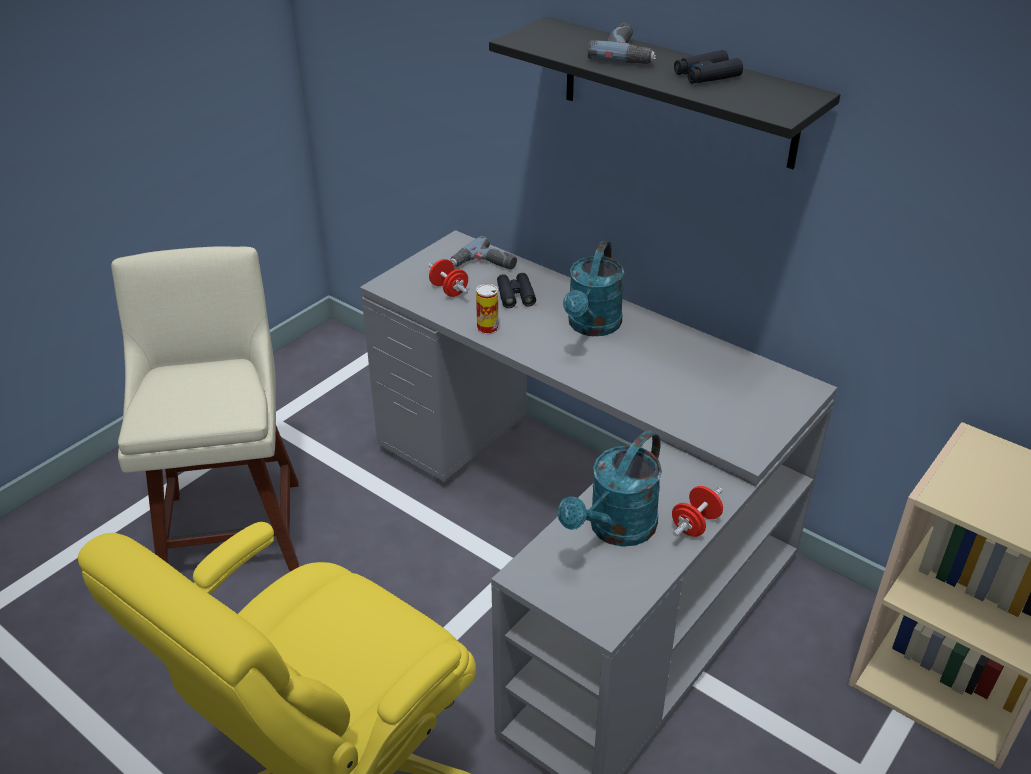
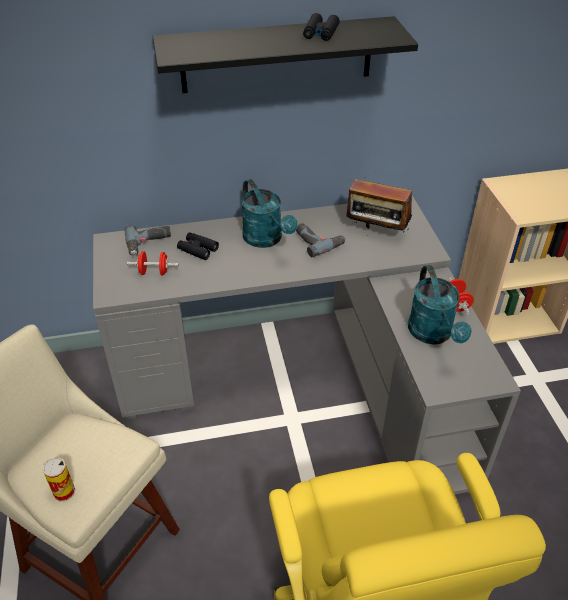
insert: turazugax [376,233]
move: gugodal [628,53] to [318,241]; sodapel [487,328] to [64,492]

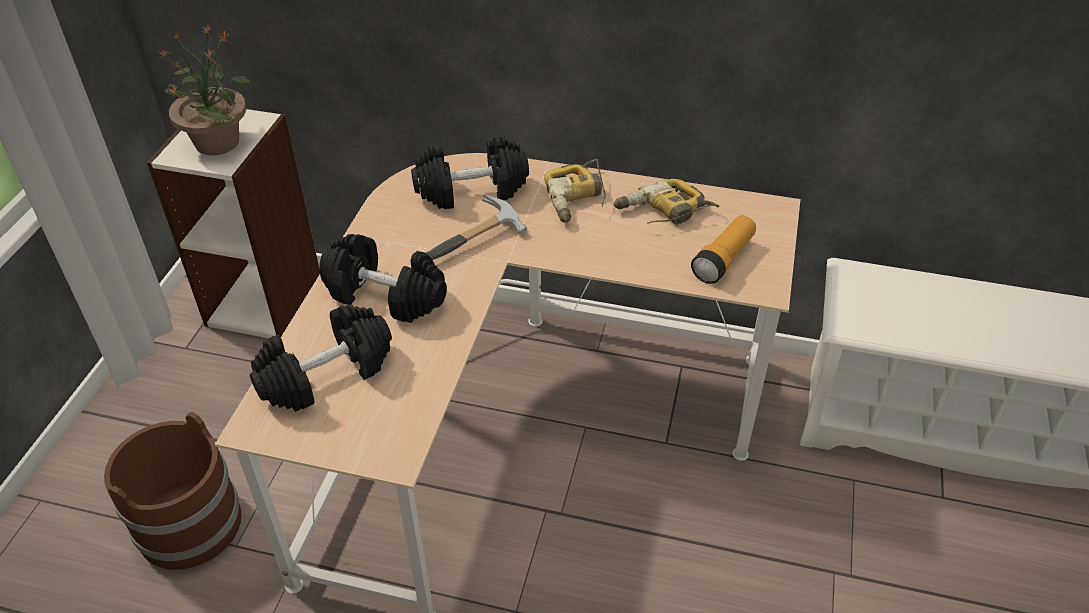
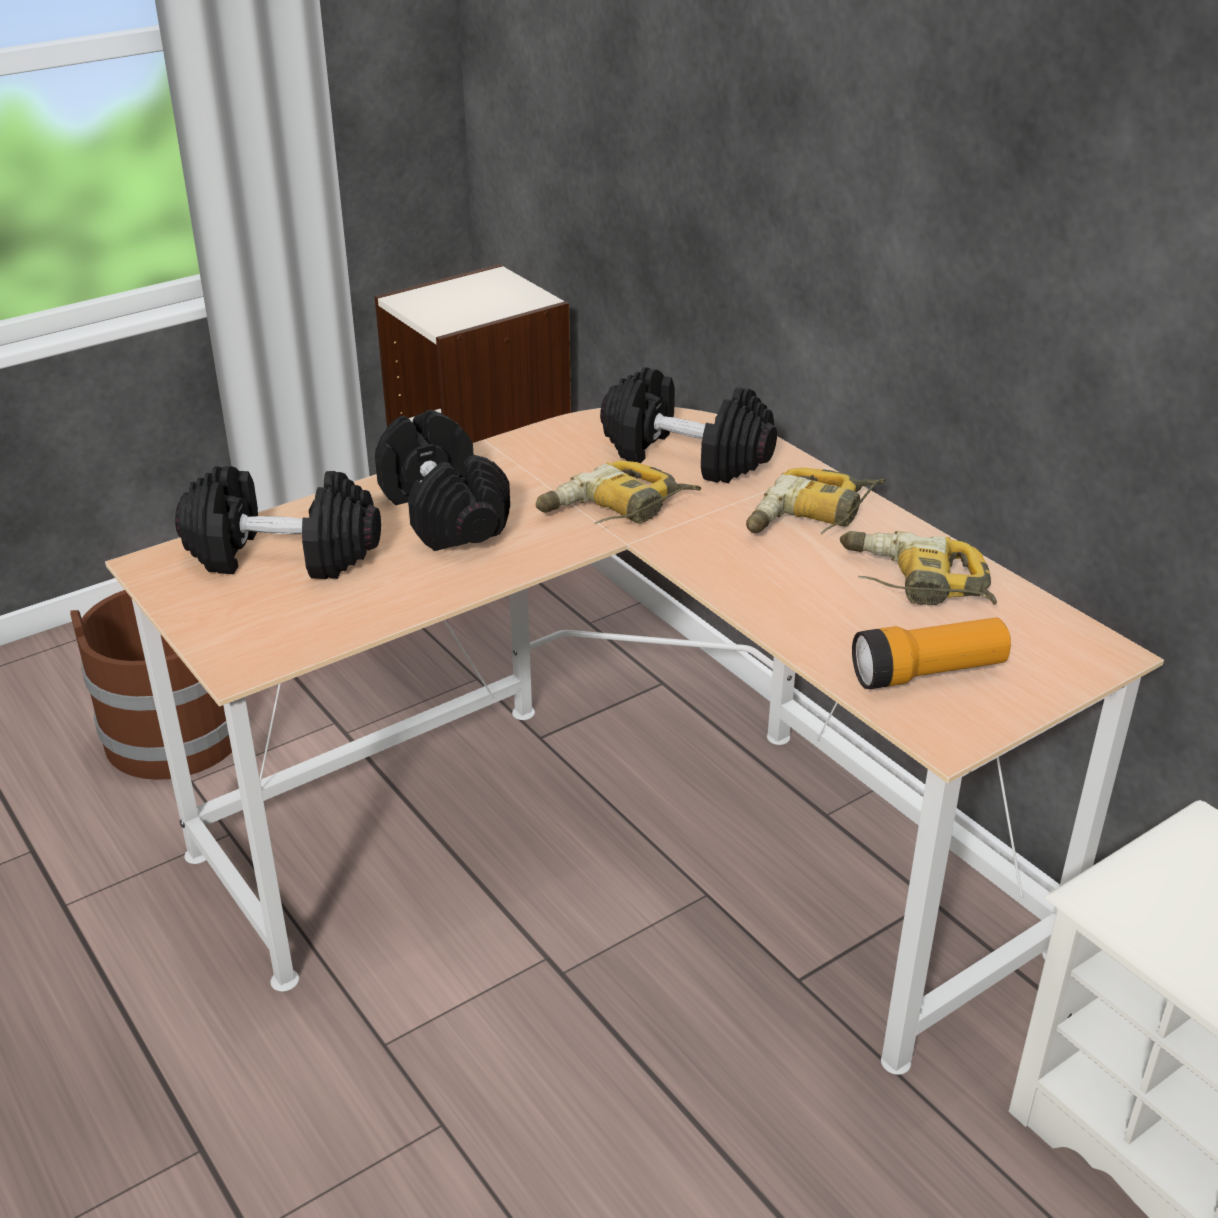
delete: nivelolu [218,141]
replace: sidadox [476,244] to gugodal [615,511]

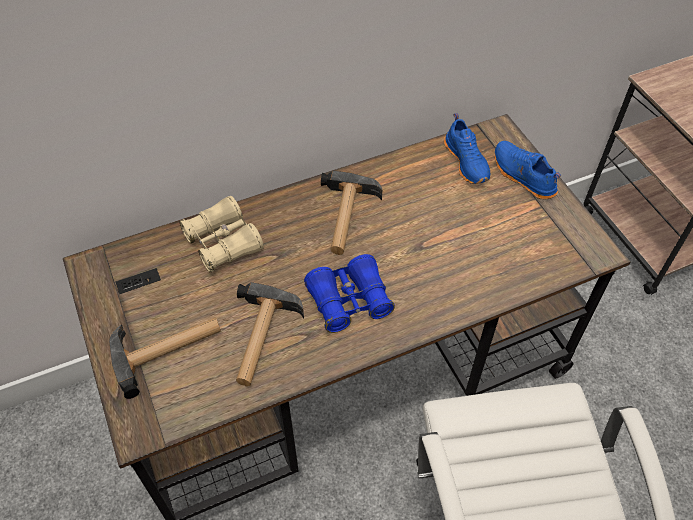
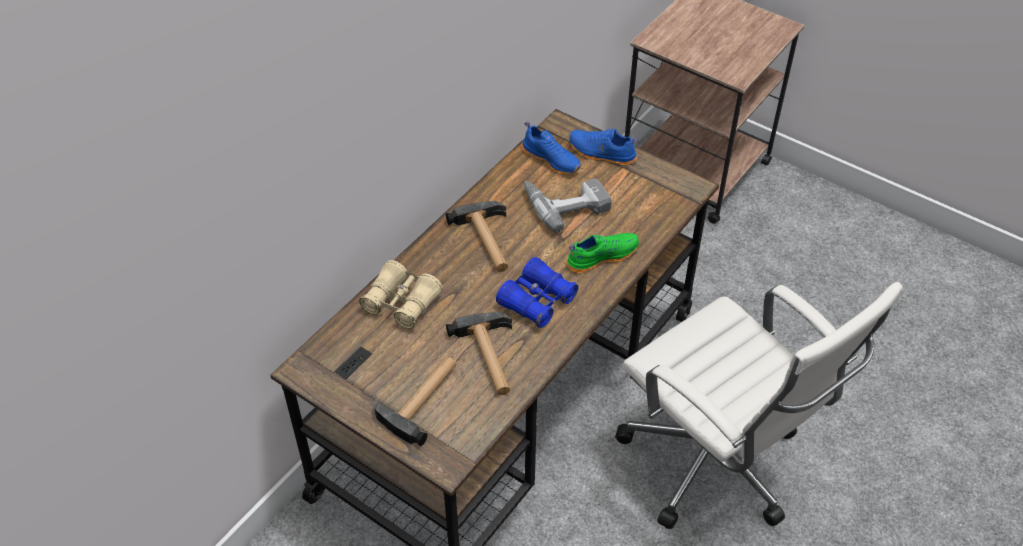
insert: gugodal [565,203]; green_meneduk [601,256]

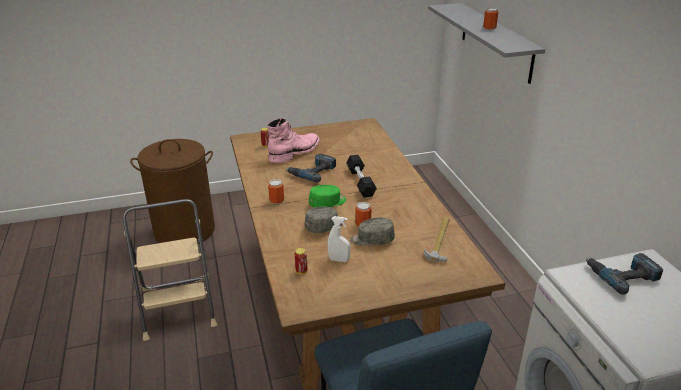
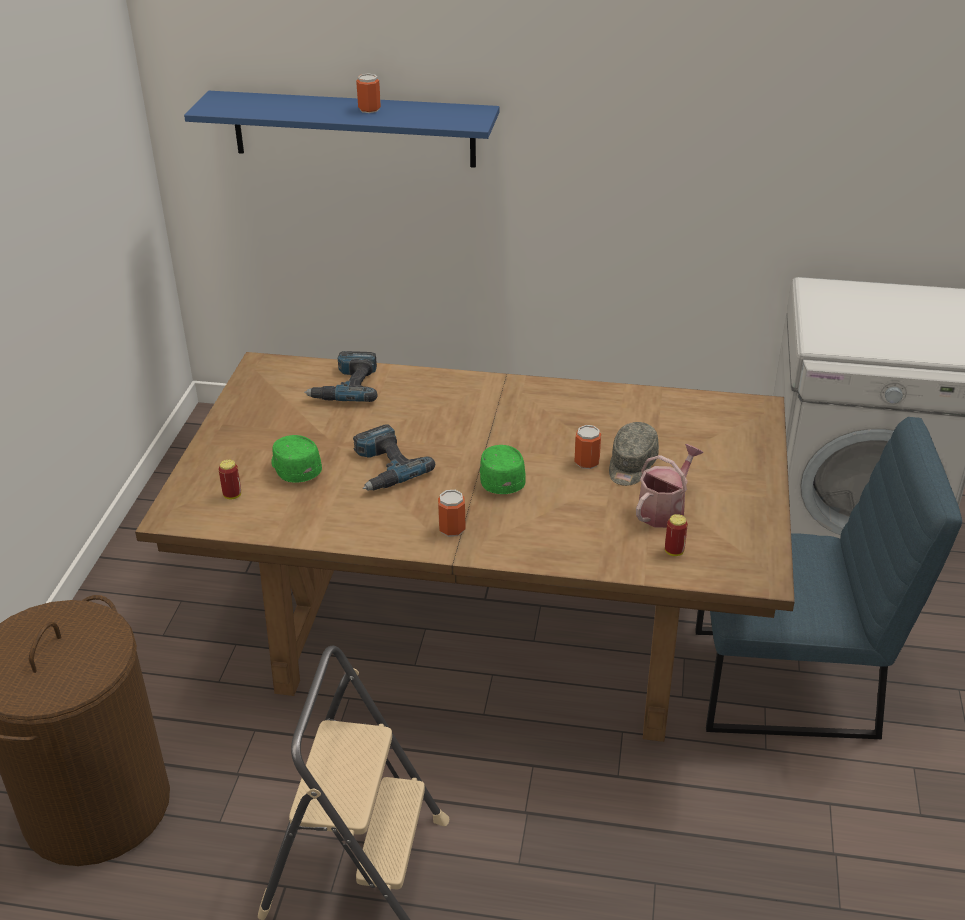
delete: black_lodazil [360,182]; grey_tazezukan [324,226]; sidadox [440,241]
move: gugodal [622,275] to [346,385]
replace: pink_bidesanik [295,152] to green_tazezukan [295,468]; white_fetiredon [339,260] to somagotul [664,509]
recolor: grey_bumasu [496,41] to blue_bumasu [353,129]

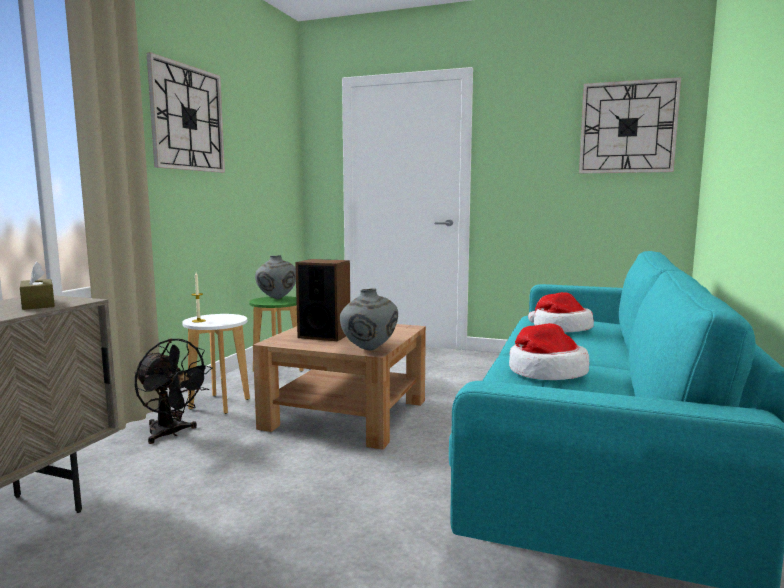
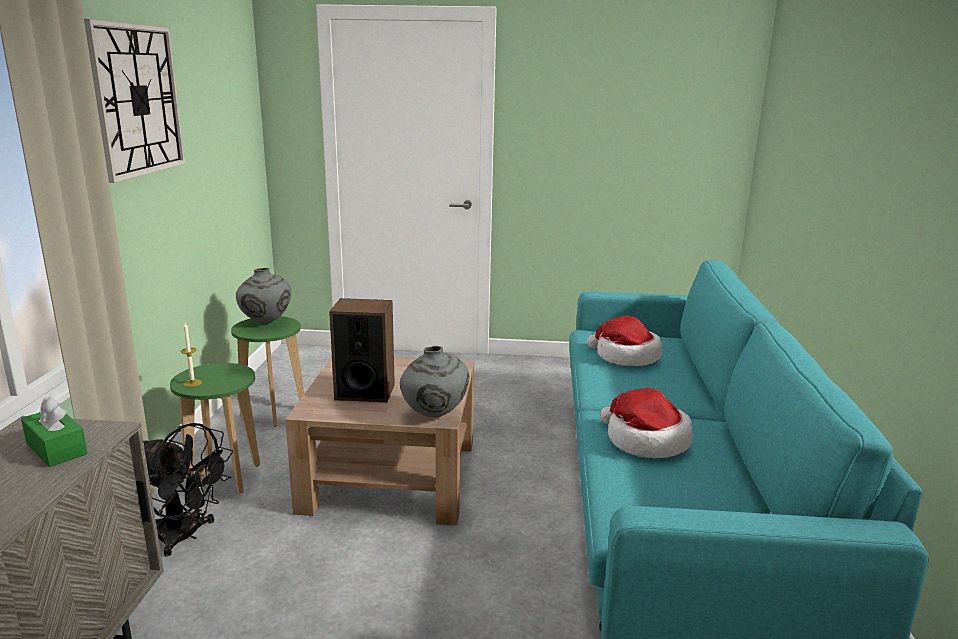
delete: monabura [627,127]
recolor: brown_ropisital [38,304] to green_ropisital [56,448]; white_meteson [219,404] to green_meteson [224,477]

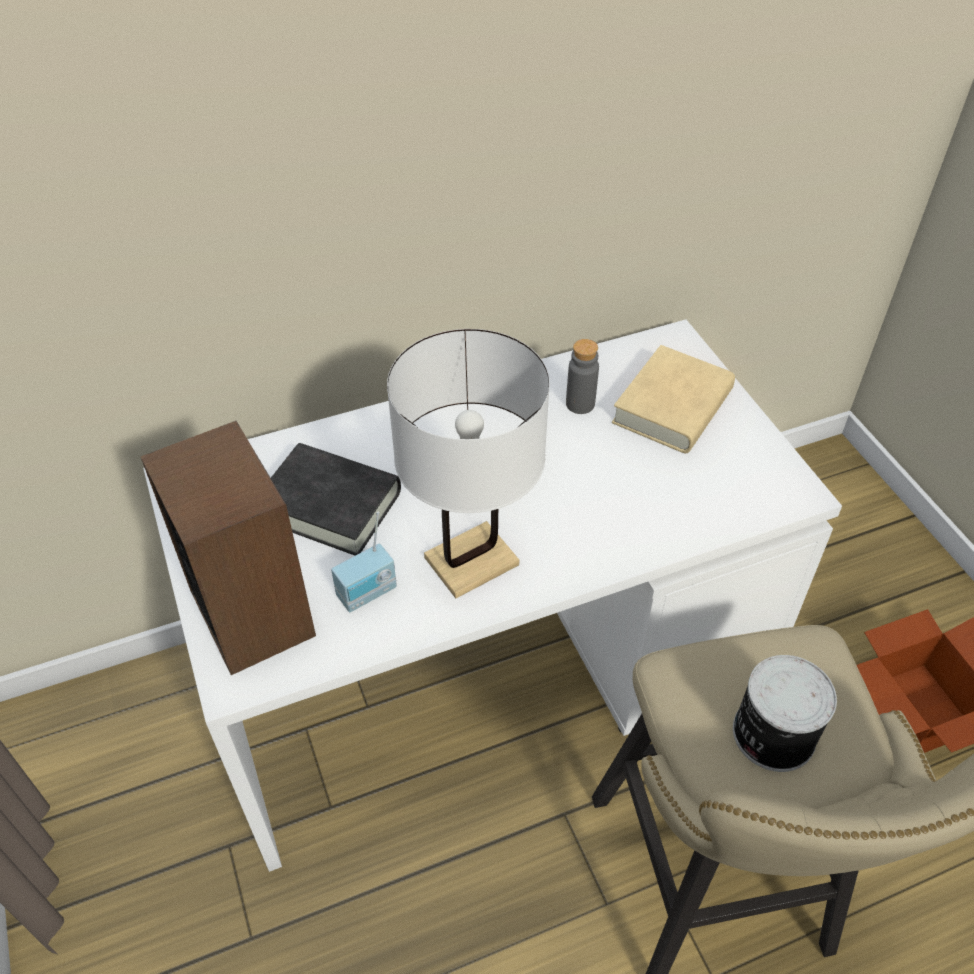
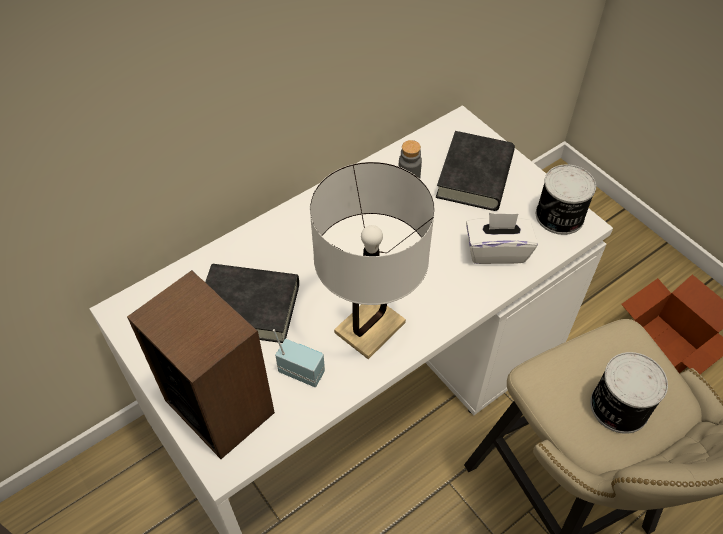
insert: sodapel [559,217]; white_ropisital [496,251]
recolor: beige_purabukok [672,407] to black_purabukok [475,176]
rotate: turazugax [368,594] = [302,370] 105 degrees counterclockwise

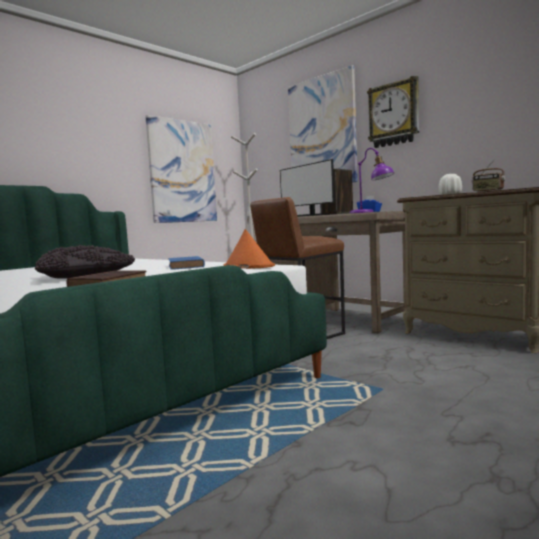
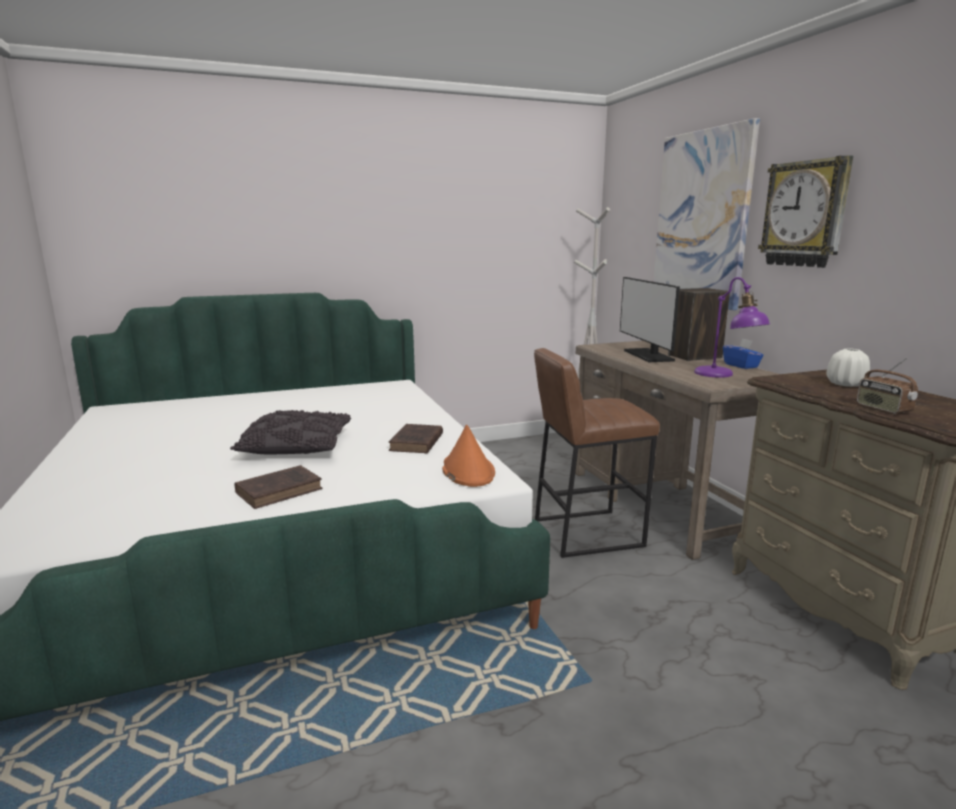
delete: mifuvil [182,171]
recolor: blue_purabukok [186,266] to brown_purabukok [416,443]

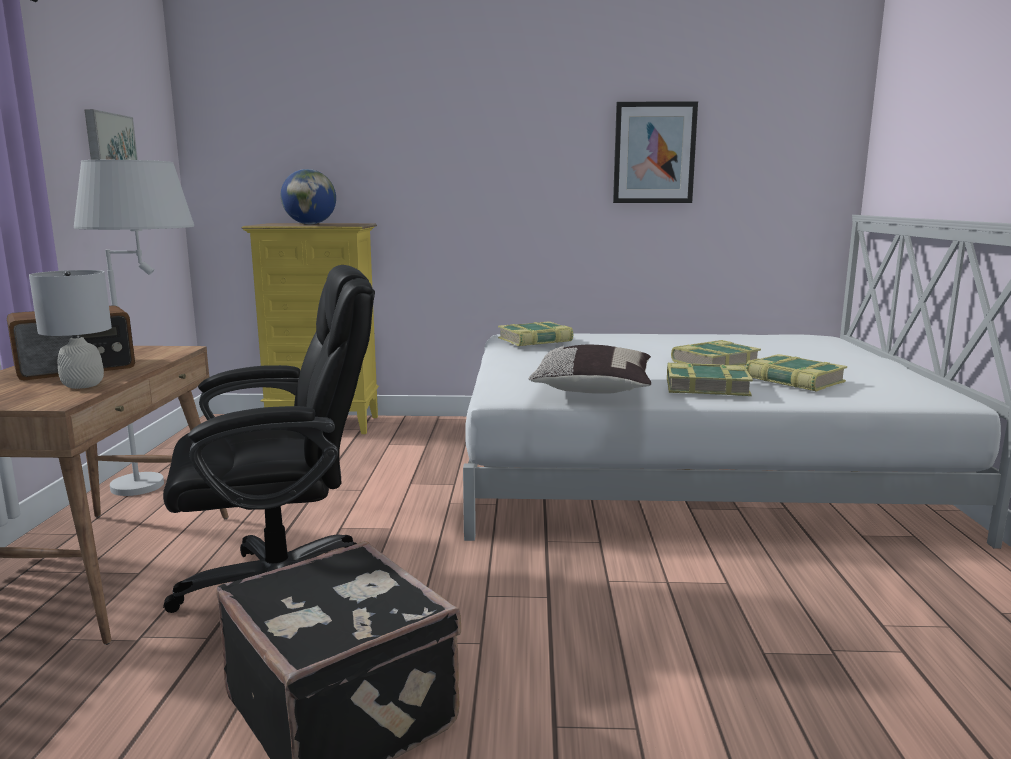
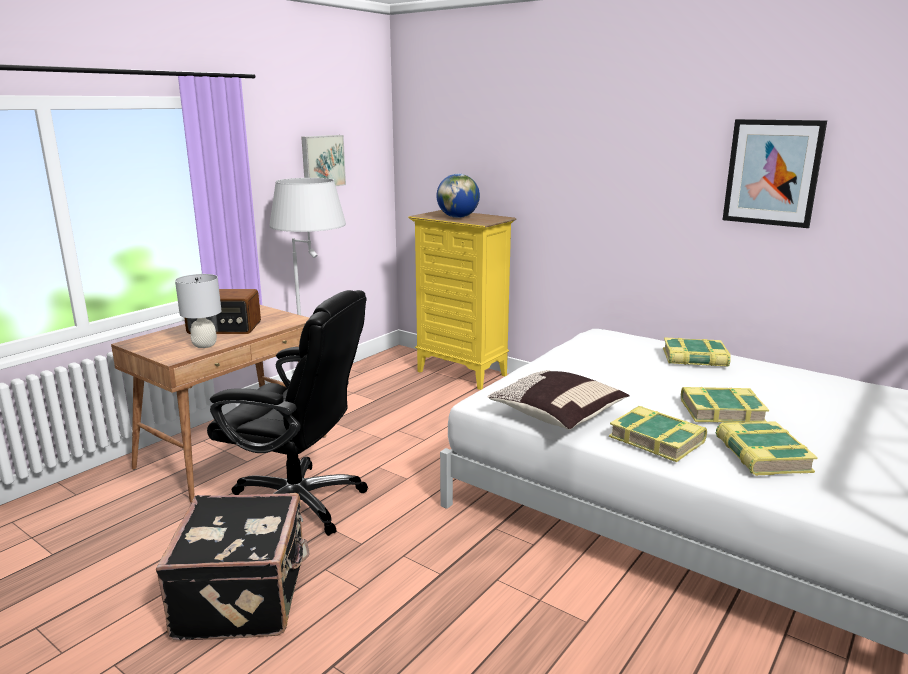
move: purabukok [535,340] to [694,358]

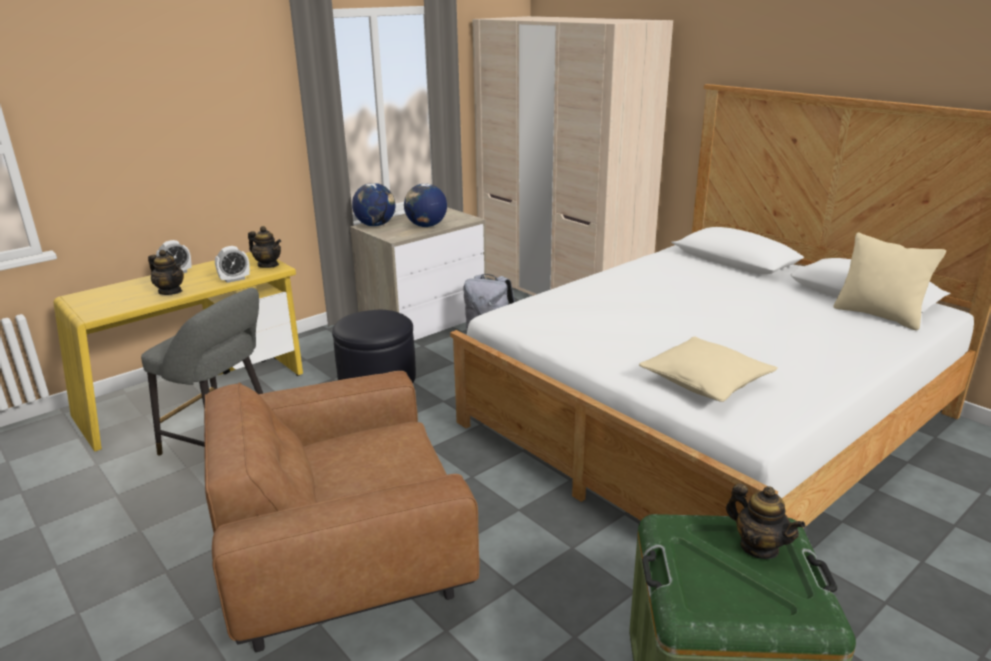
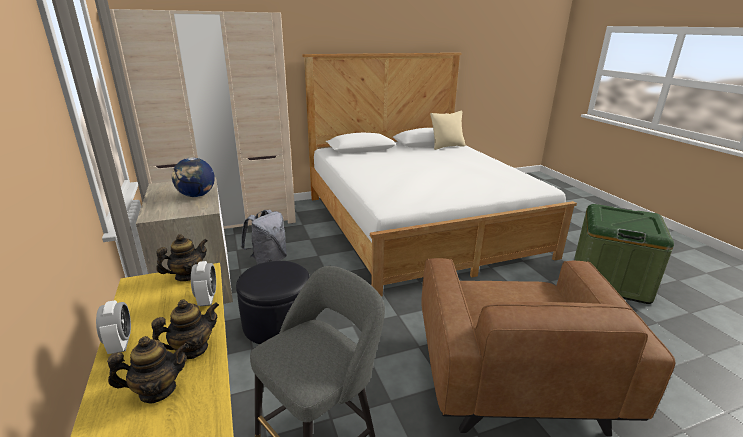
delete: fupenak [375,225]; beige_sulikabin [705,382]
move: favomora [759,547] to [157,390]

